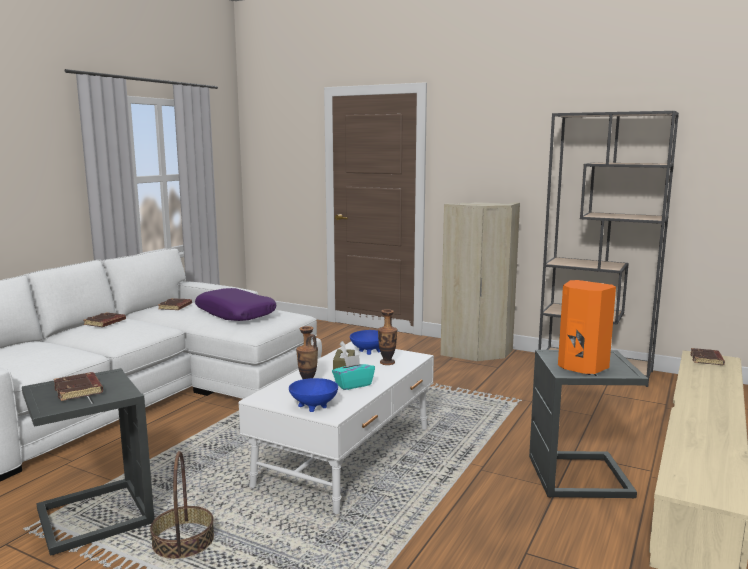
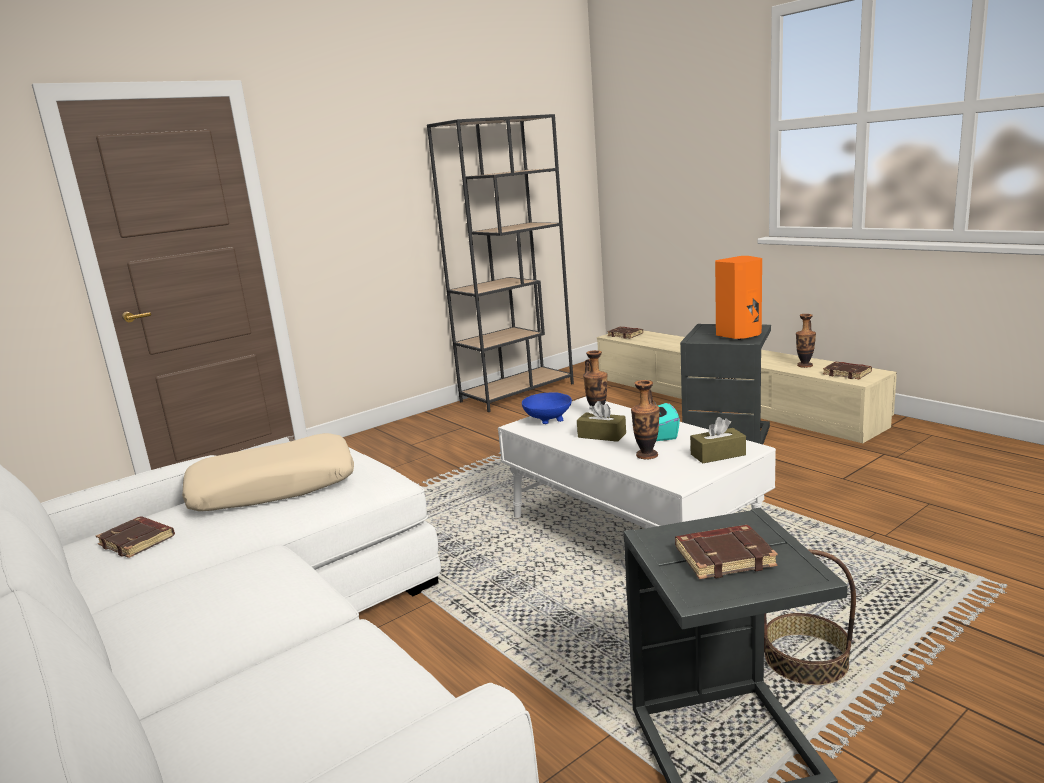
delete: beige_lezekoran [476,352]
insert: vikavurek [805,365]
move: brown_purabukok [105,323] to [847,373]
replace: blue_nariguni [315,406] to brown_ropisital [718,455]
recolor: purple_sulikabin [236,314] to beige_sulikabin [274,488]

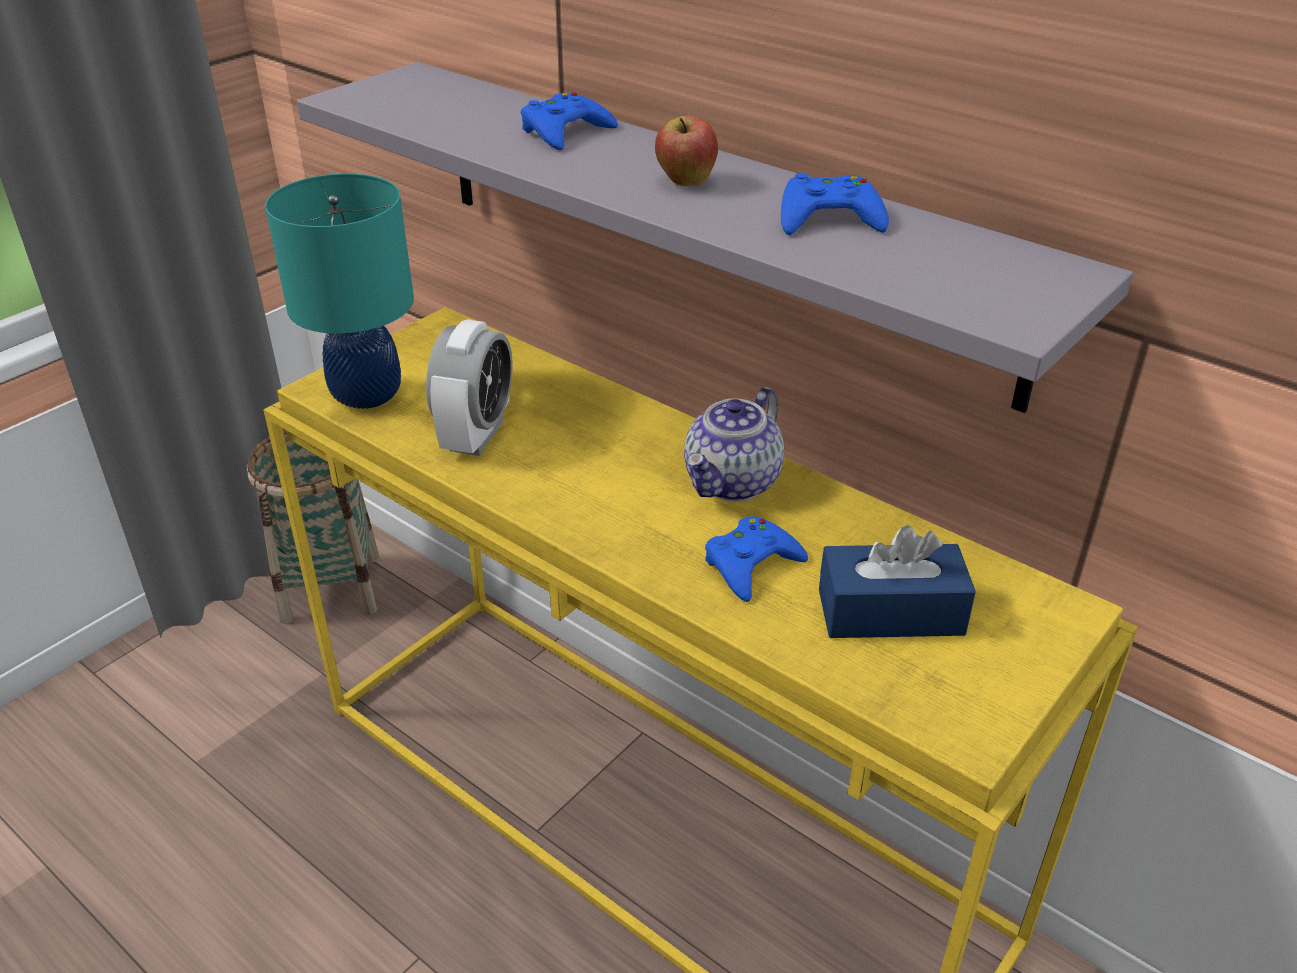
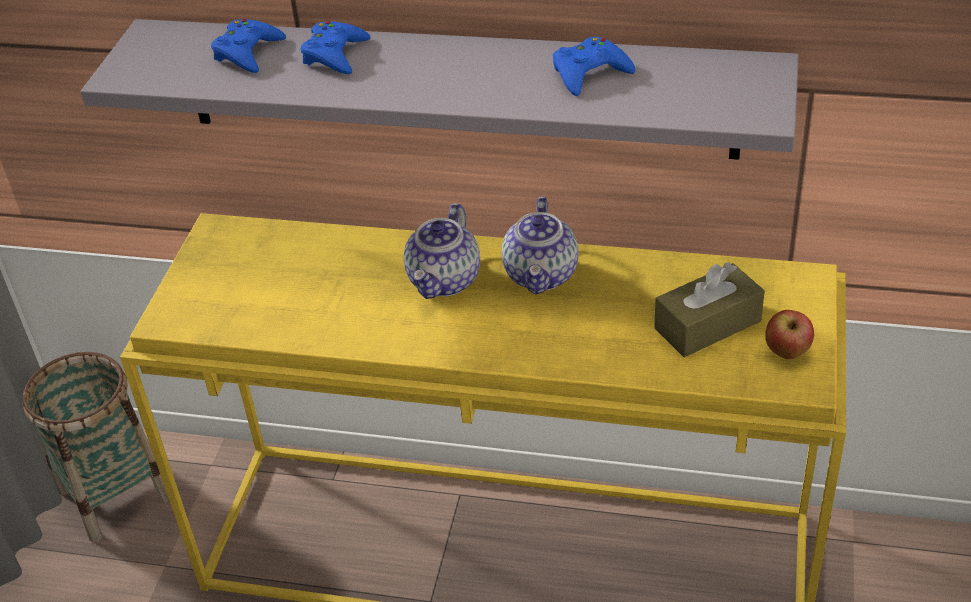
delete: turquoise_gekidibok [369,398]; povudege [476,435]
insert: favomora [445,281]
move: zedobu [685,182] to [787,353]; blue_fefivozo [751,565] to [248,52]
recolor: blue_ropisital [890,612] to brown_ropisital [707,325]

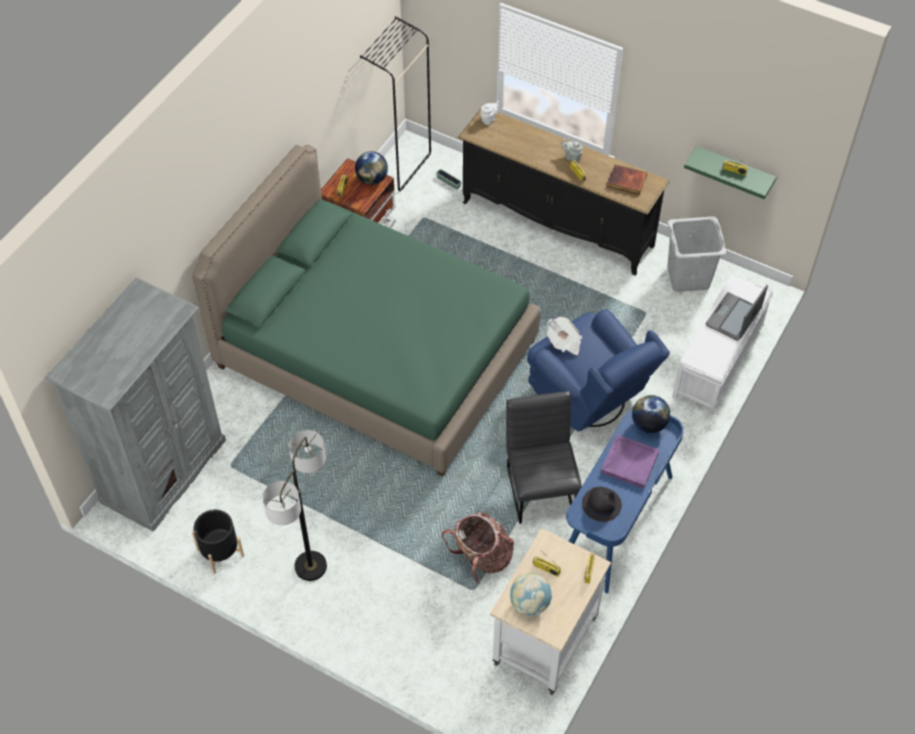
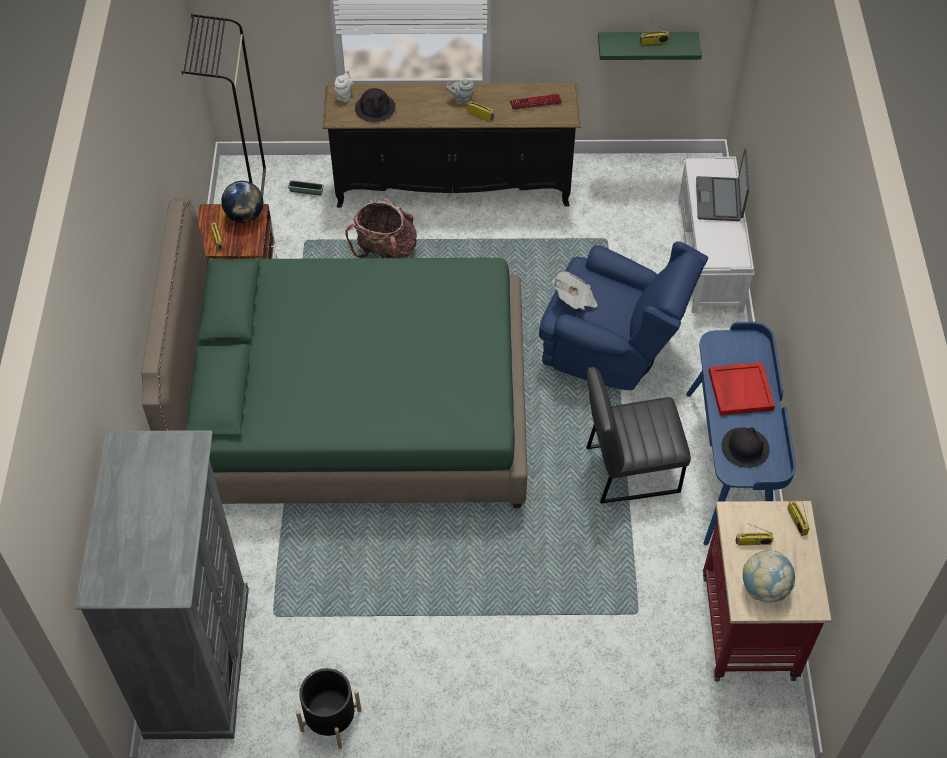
delete: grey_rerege [688,277]; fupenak [648,424]; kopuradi [310,566]
insert: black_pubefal [375,108]
move: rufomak [481,558] to [385,252]
replace: purabukok [626,182] to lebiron [536,103]
recolor: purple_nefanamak [629,462] to red_nefanamak [740,390]; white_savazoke [545,642] to red_savazoke [748,628]
rotate: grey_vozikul [540,488] = [629,469] 60 degrees counterclockwise

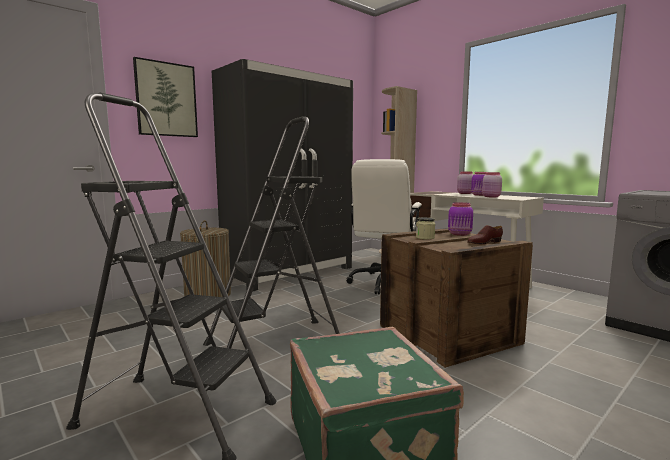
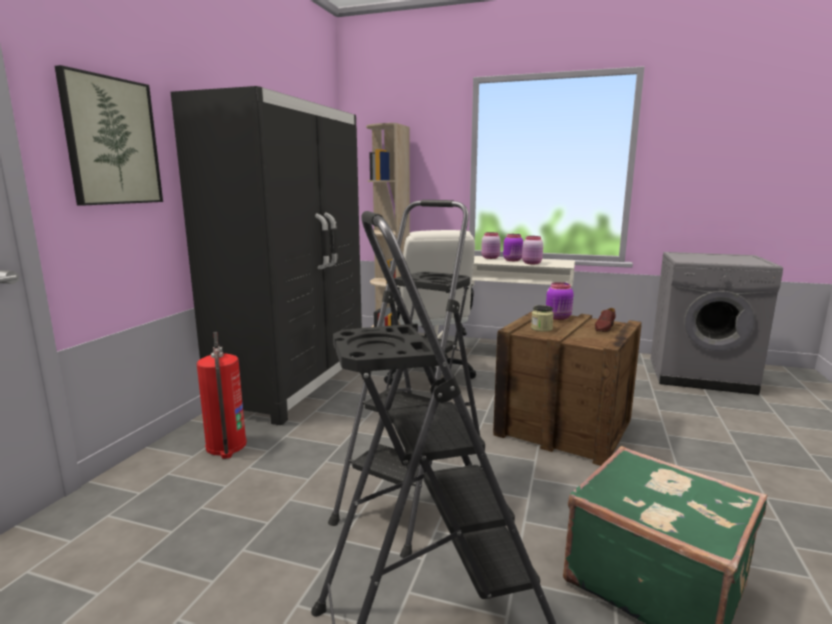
replace: rerege [208,295] to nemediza [226,446]

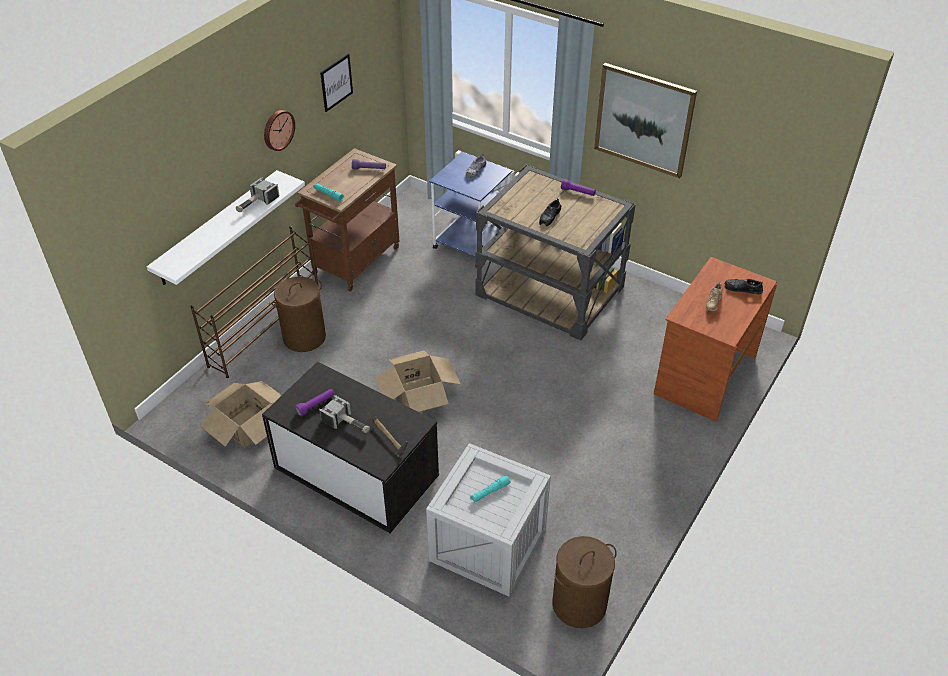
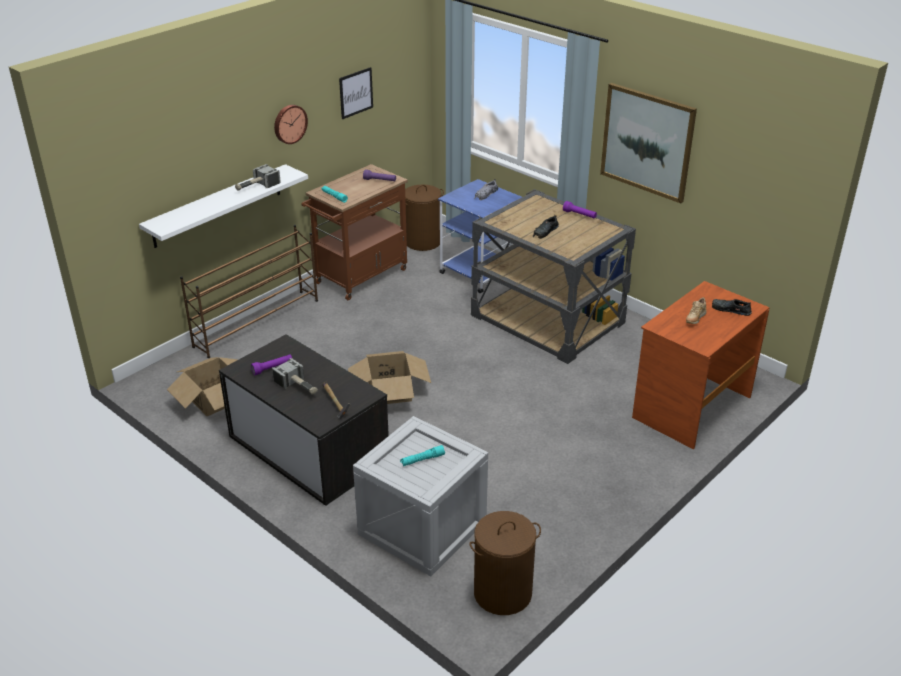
move: brown_rerege [304,337] to [423,241]

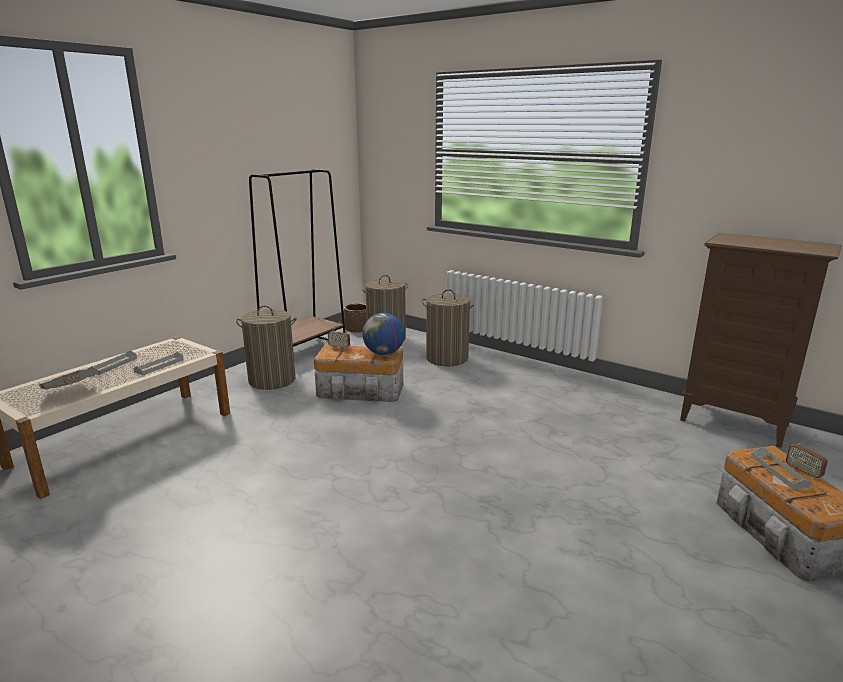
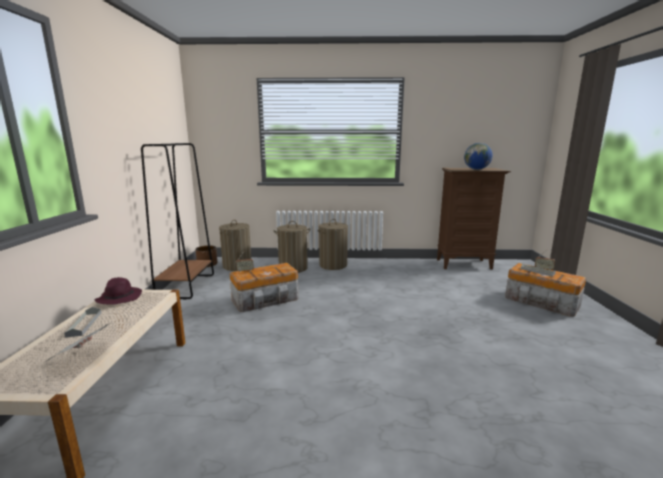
delete: grey_nefanamak [159,366]
insert: purple_pubefal [119,298]
move: rerege [272,380] to [333,265]; fupenak [384,353] to [476,169]

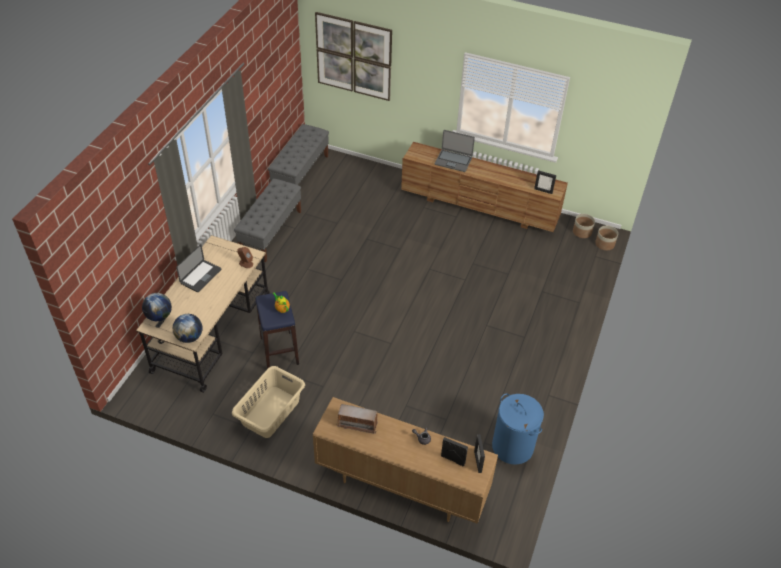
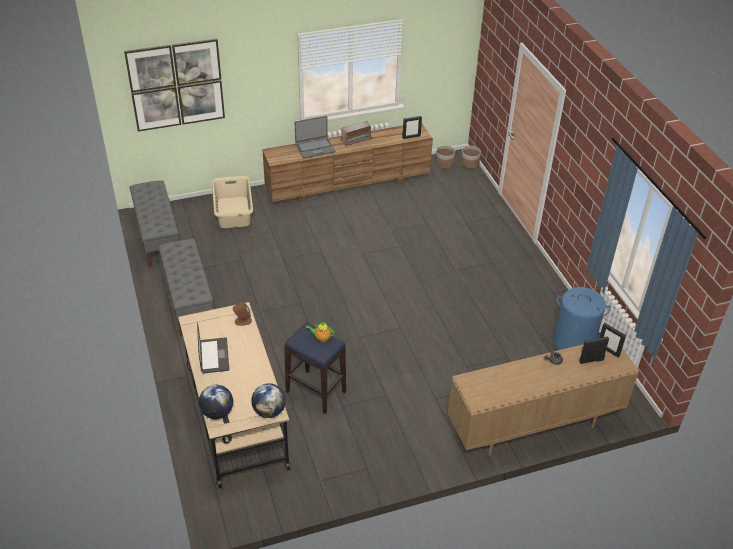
move: beige_rerege [270,412] to [233,212]; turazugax [357,424] to [356,140]

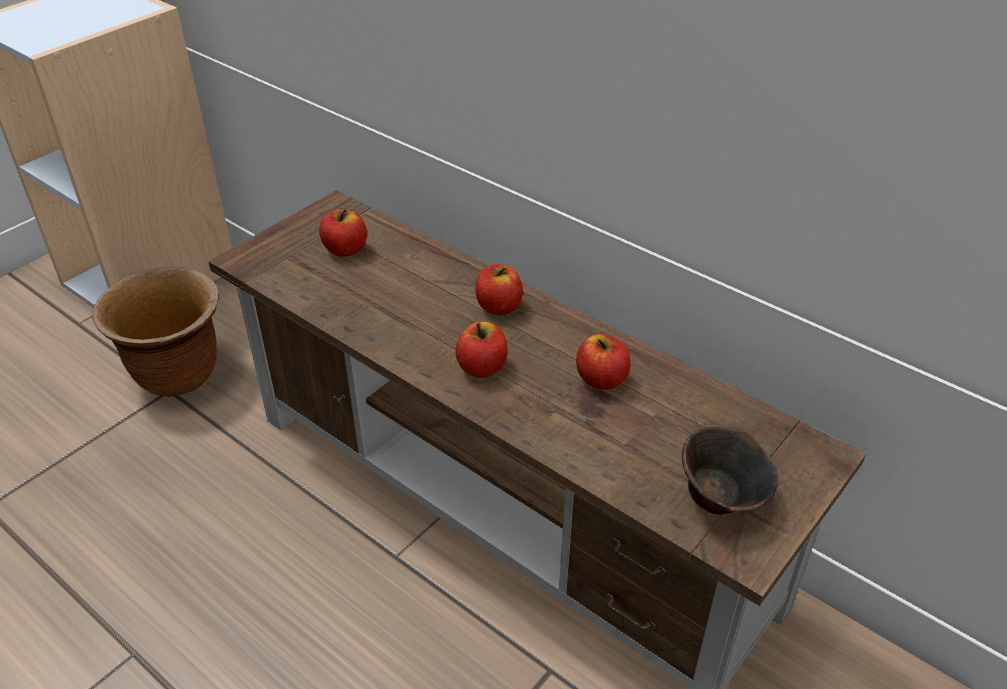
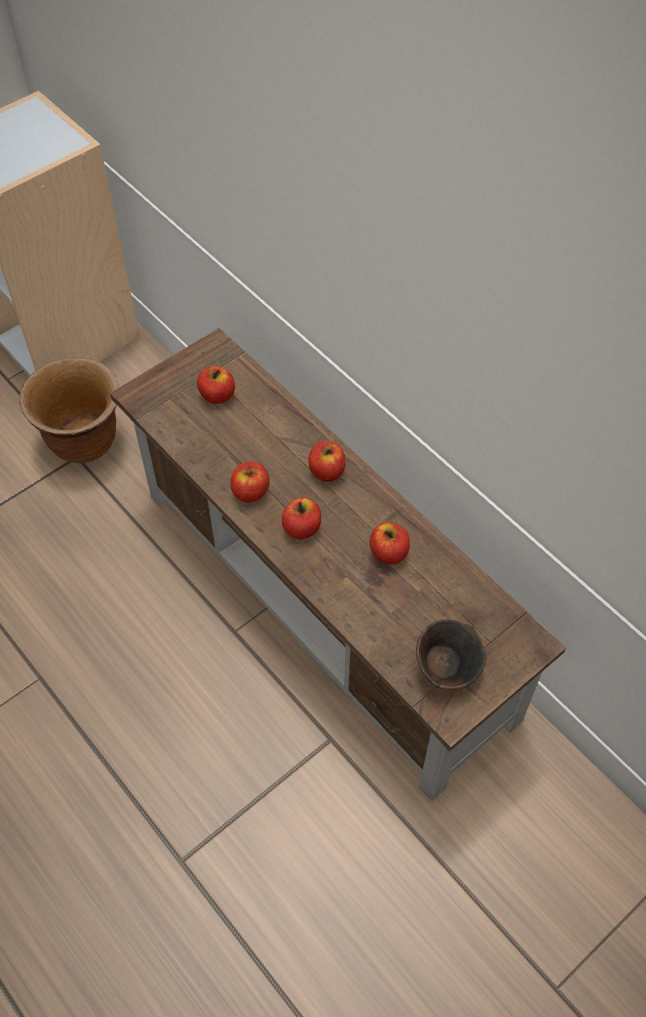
insert: zedobu [250,492]

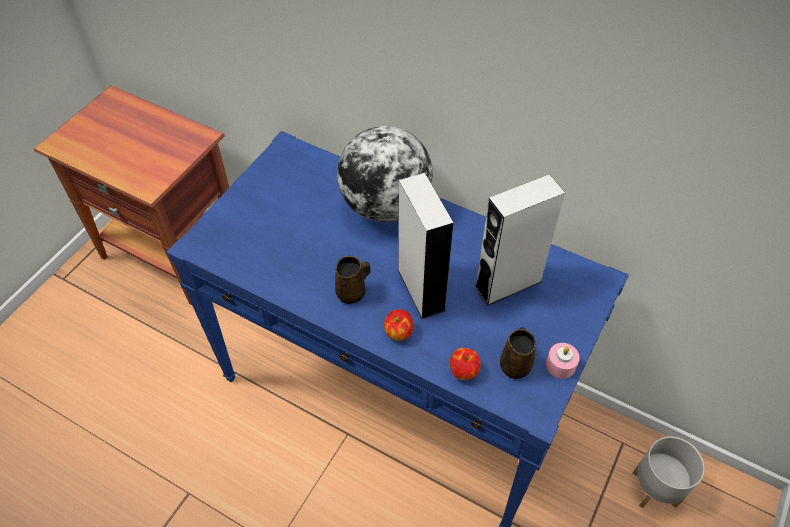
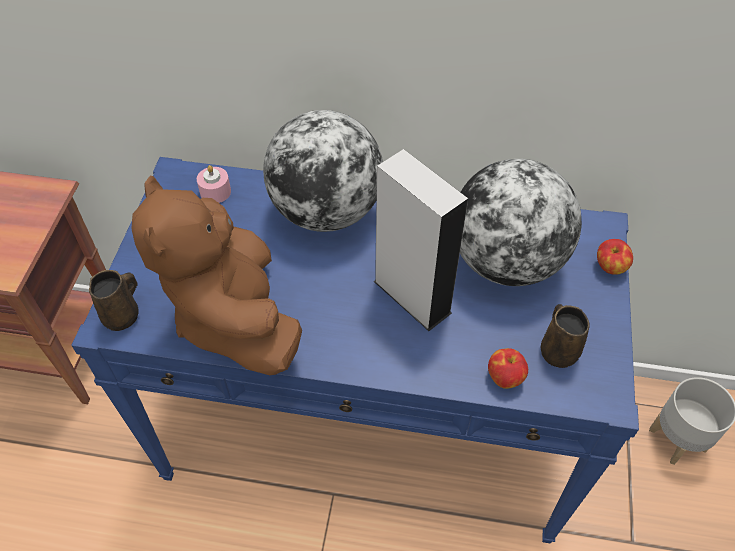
insert: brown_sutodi [234,317]
move: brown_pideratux [352,292] to [123,316]; zedobu [398,333] to [610,267]; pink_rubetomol [560,365] to [215,192]
replace: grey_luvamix [508,284] to fupenak [506,261]

